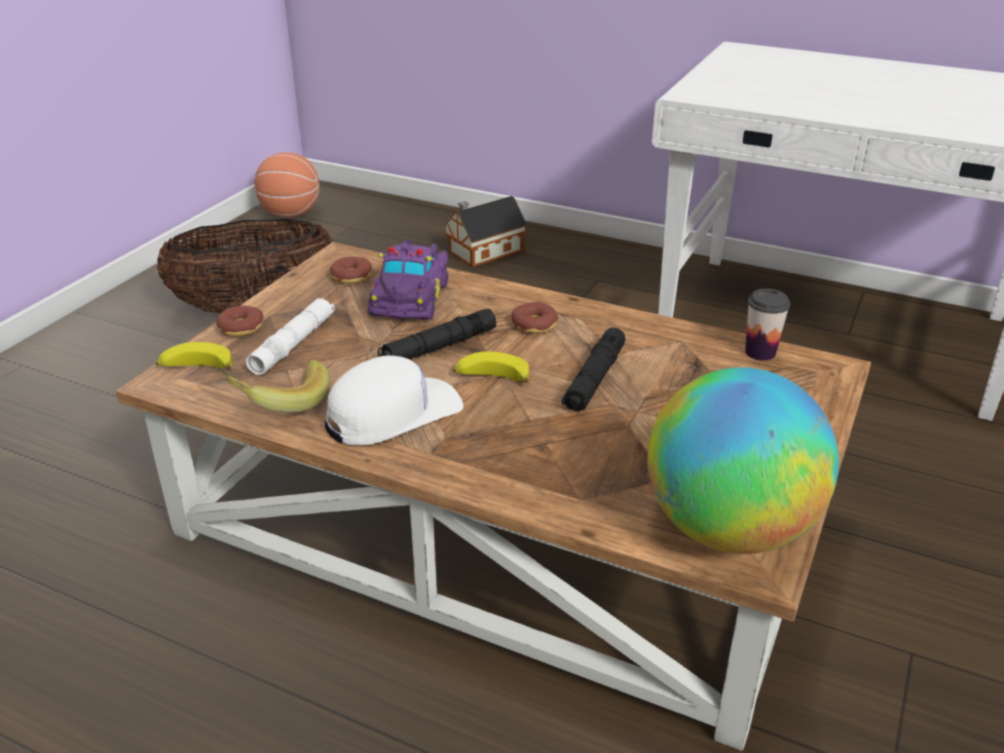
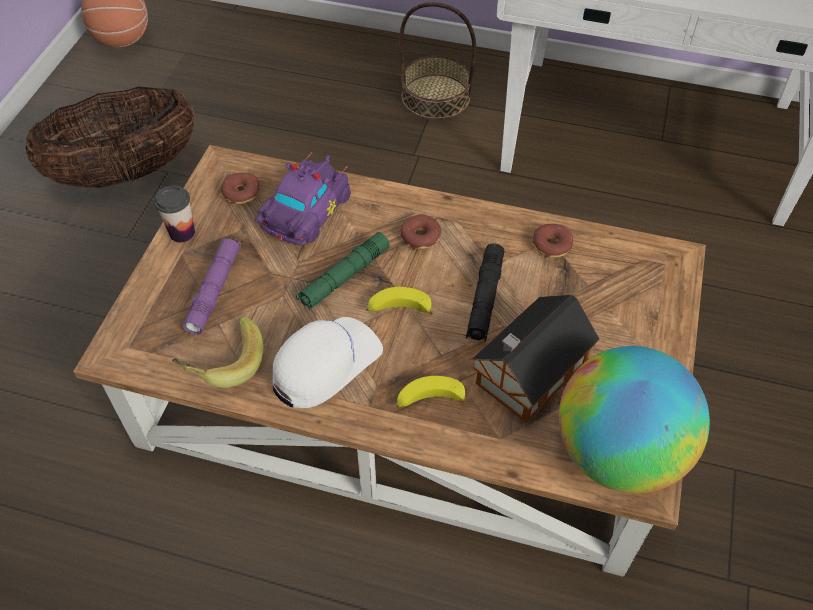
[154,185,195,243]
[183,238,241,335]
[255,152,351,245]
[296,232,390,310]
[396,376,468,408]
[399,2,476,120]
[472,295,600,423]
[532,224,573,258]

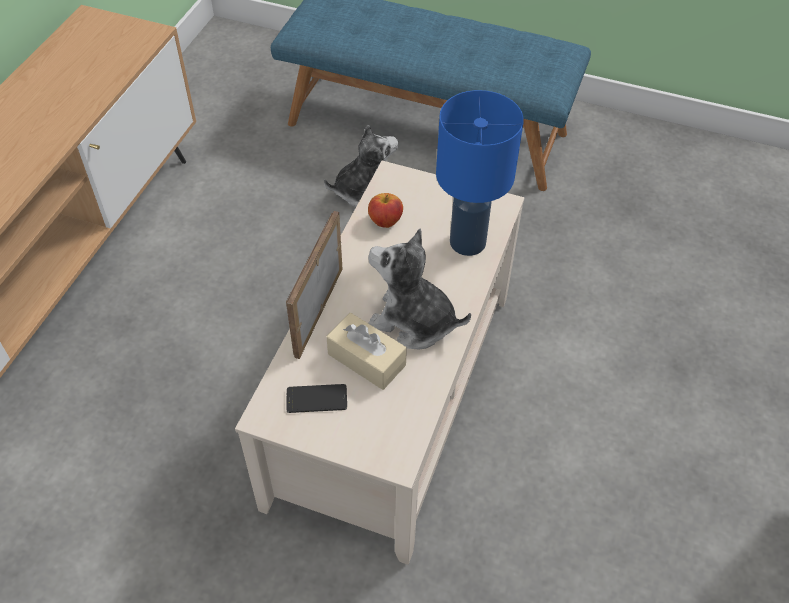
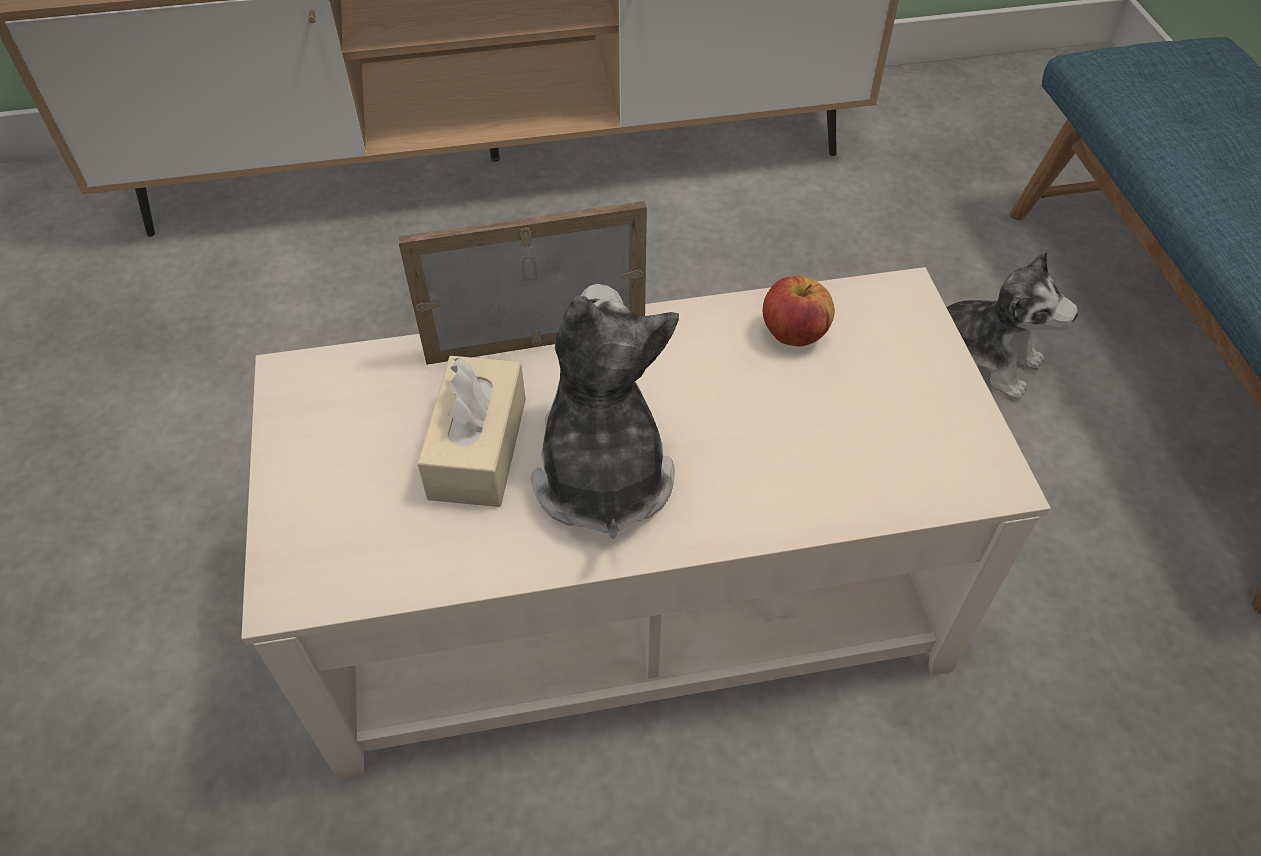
[287,384,347,413] (first image)
[436,90,524,256] (first image)

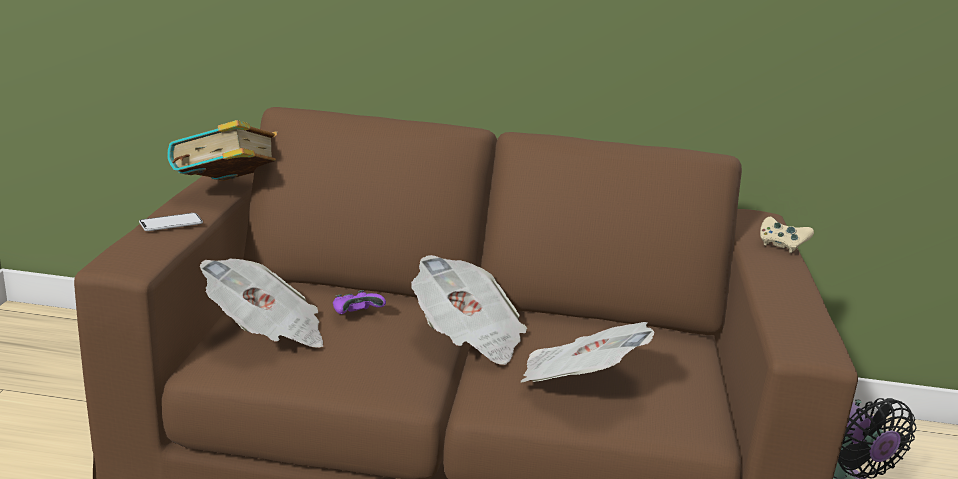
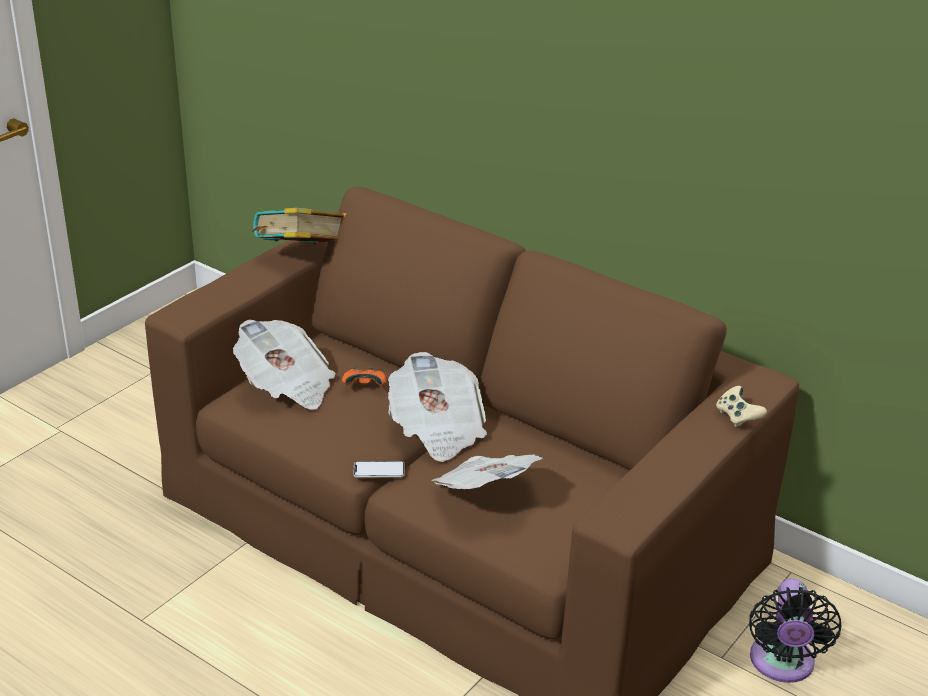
[342,367,387,386]
[353,461,405,478]

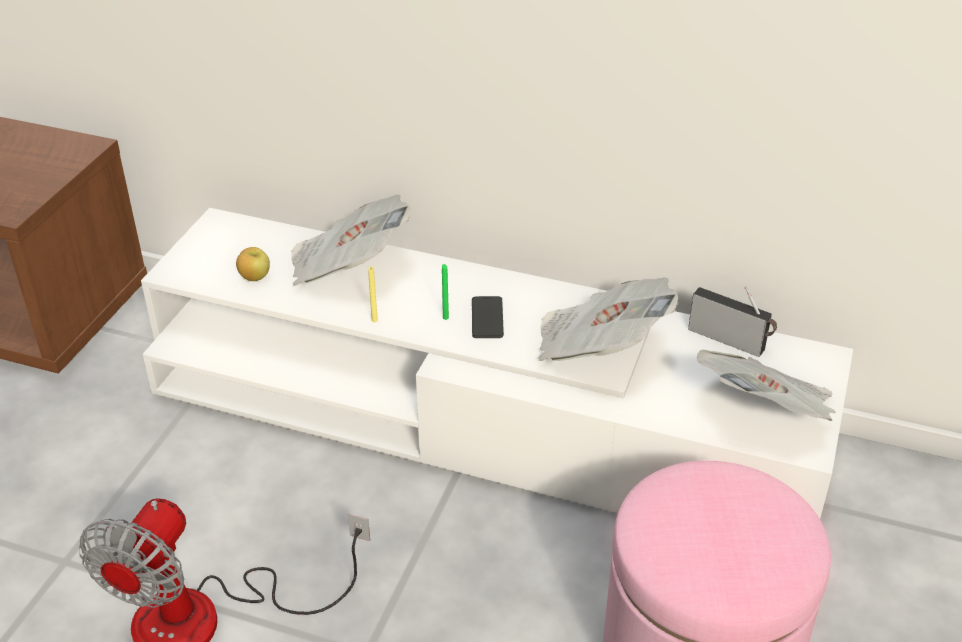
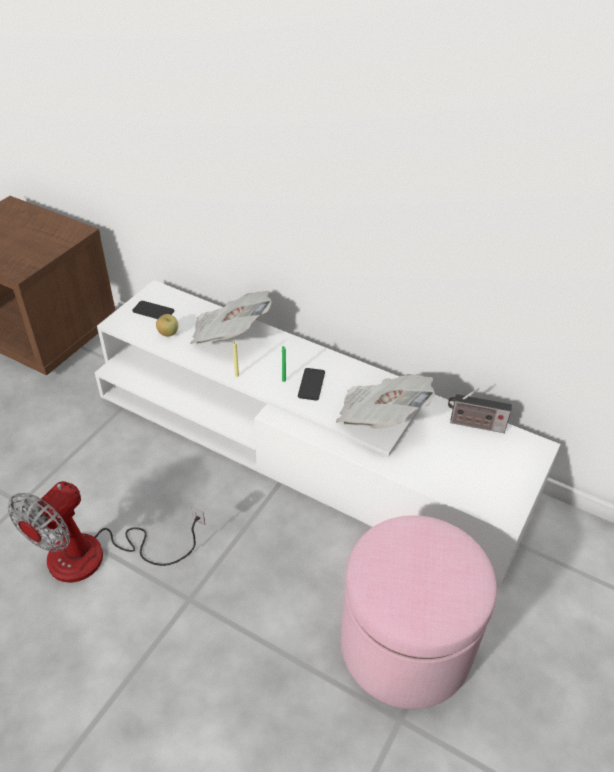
[132,301,174,319]
[448,388,512,433]
[697,350,836,421] (first image)

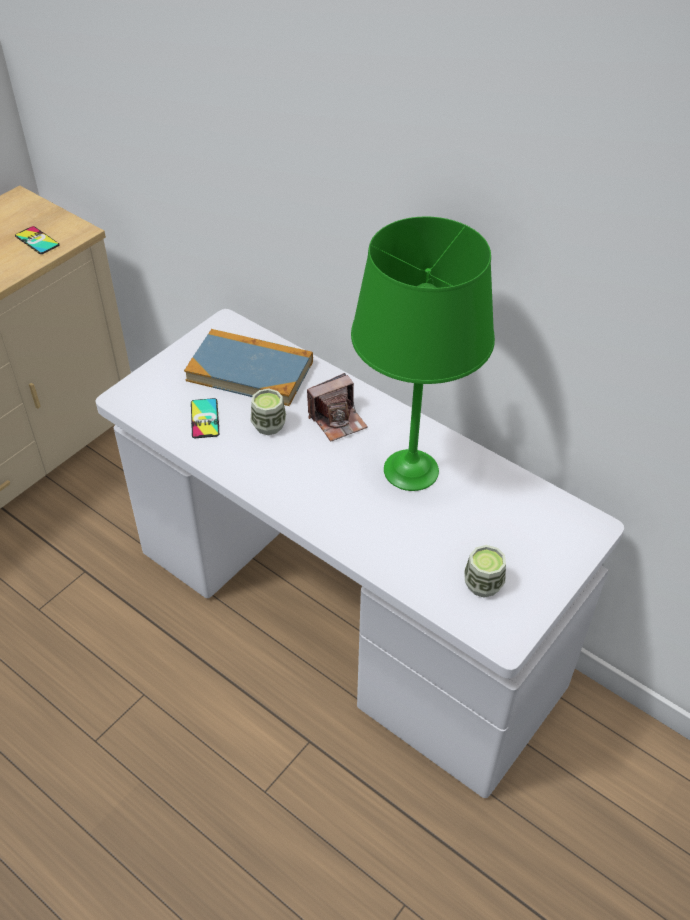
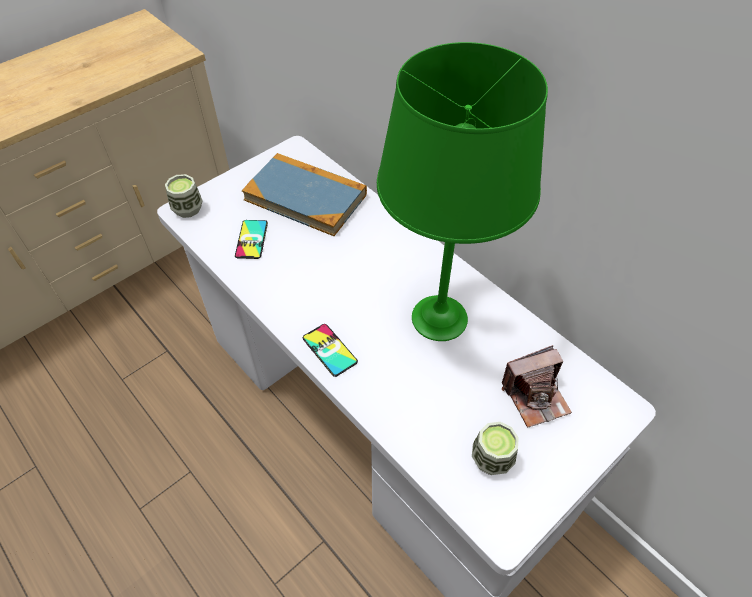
[165,174,203,218]
[303,324,358,377]
[502,345,572,428]

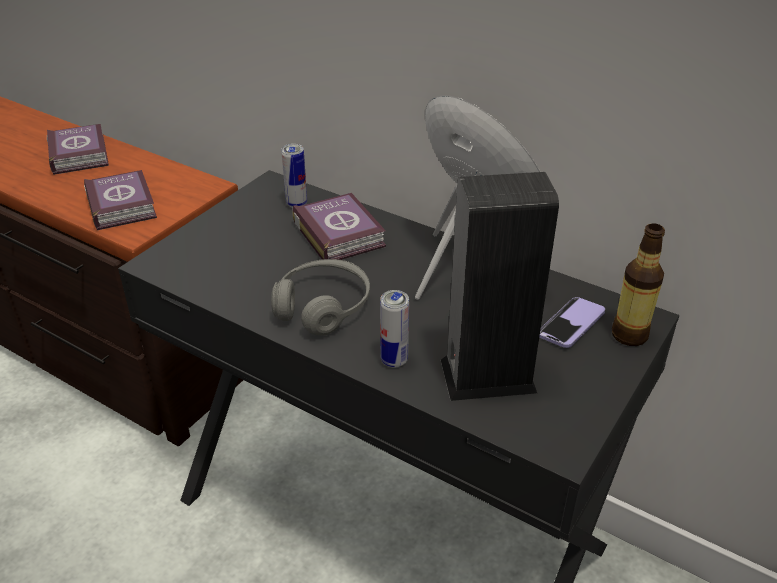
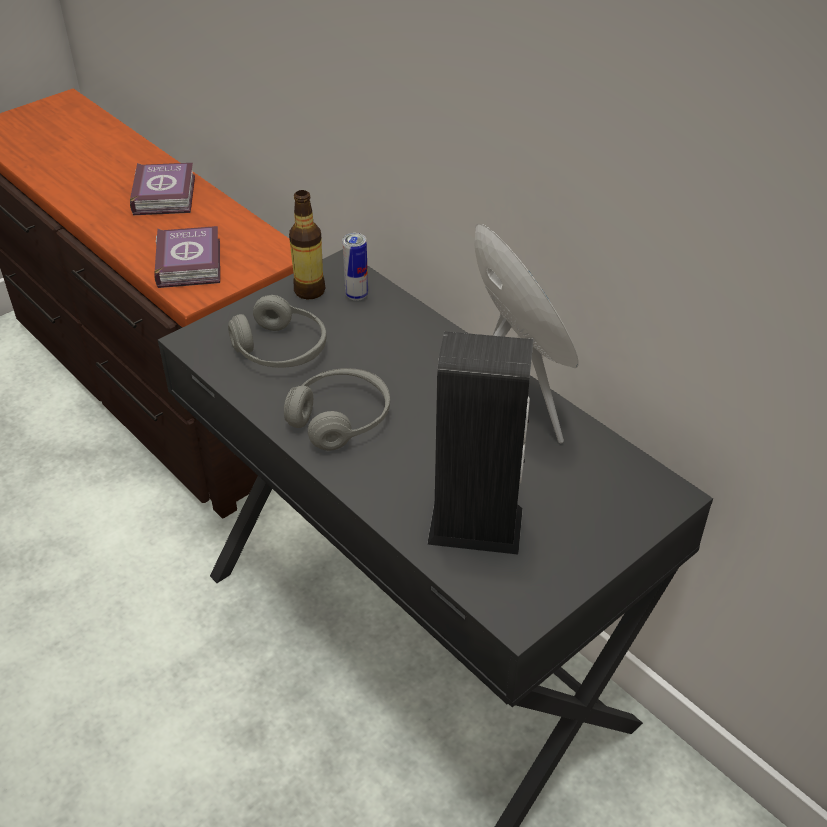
[228,295,326,368]
[289,190,325,299]
[292,193,386,260] (first image)
[380,290,409,368] (first image)
[539,297,605,348] (first image)

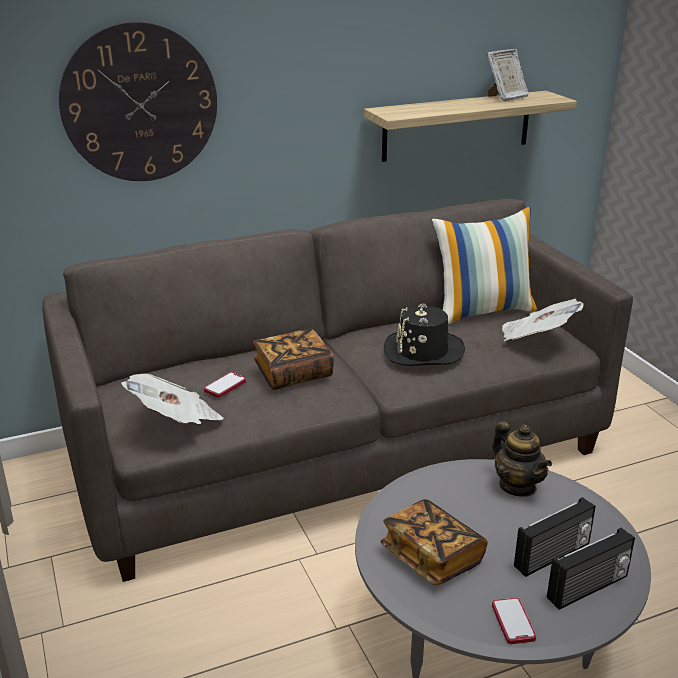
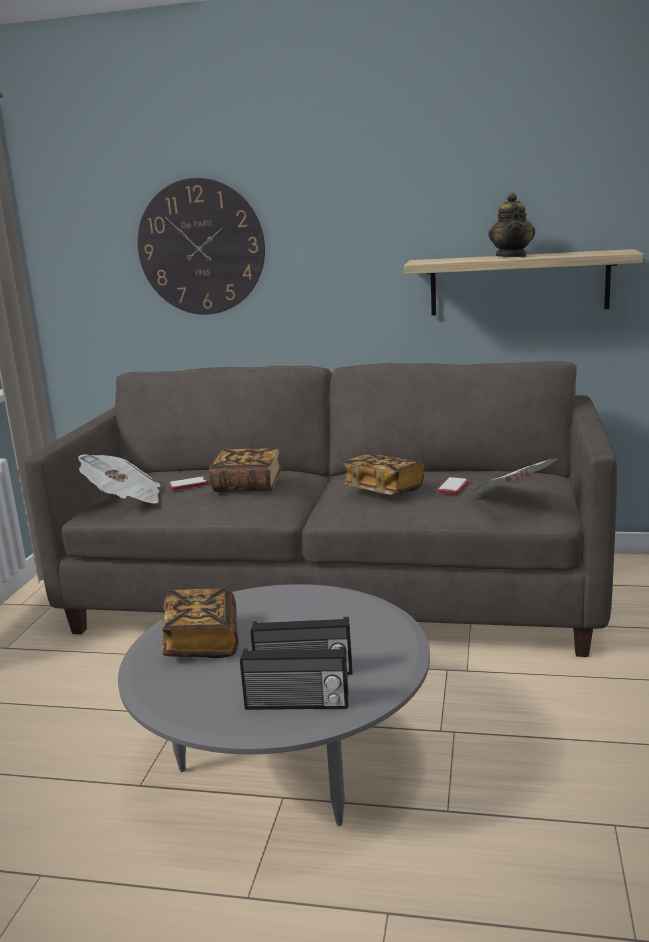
[342,454,425,495]
[437,477,468,495]
[488,193,535,257]
[432,207,538,324] (first image)
[487,49,529,101] (first image)

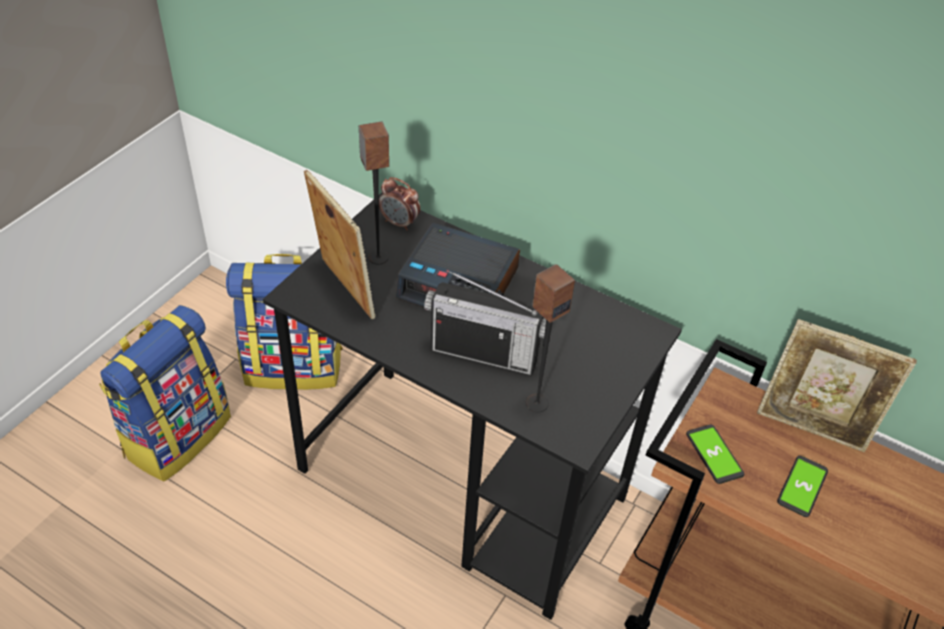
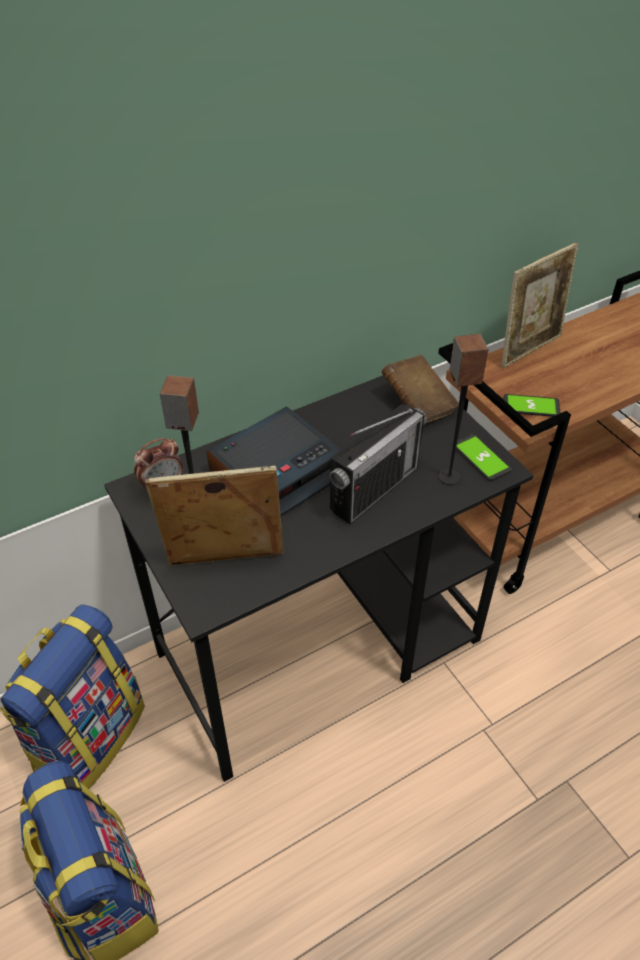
[381,355,459,423]
[456,434,512,481]

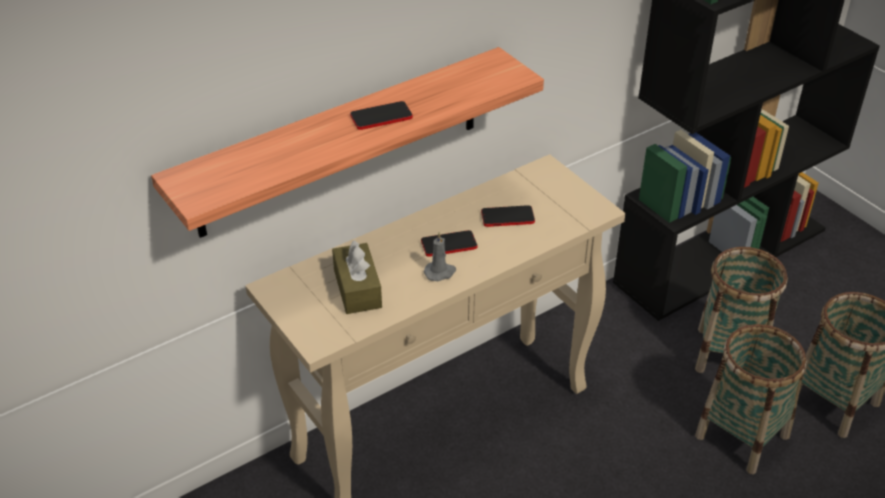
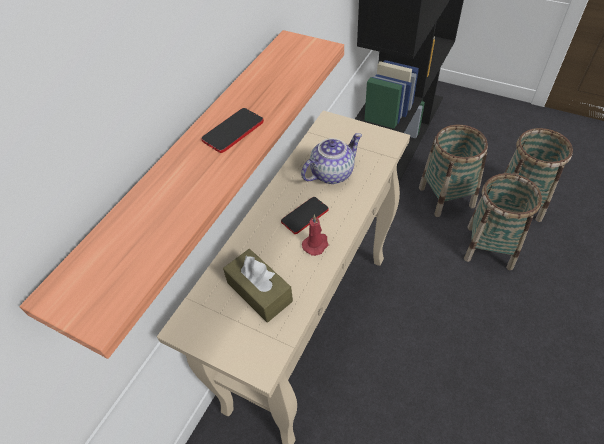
[301,133,362,184]
[302,214,329,256]

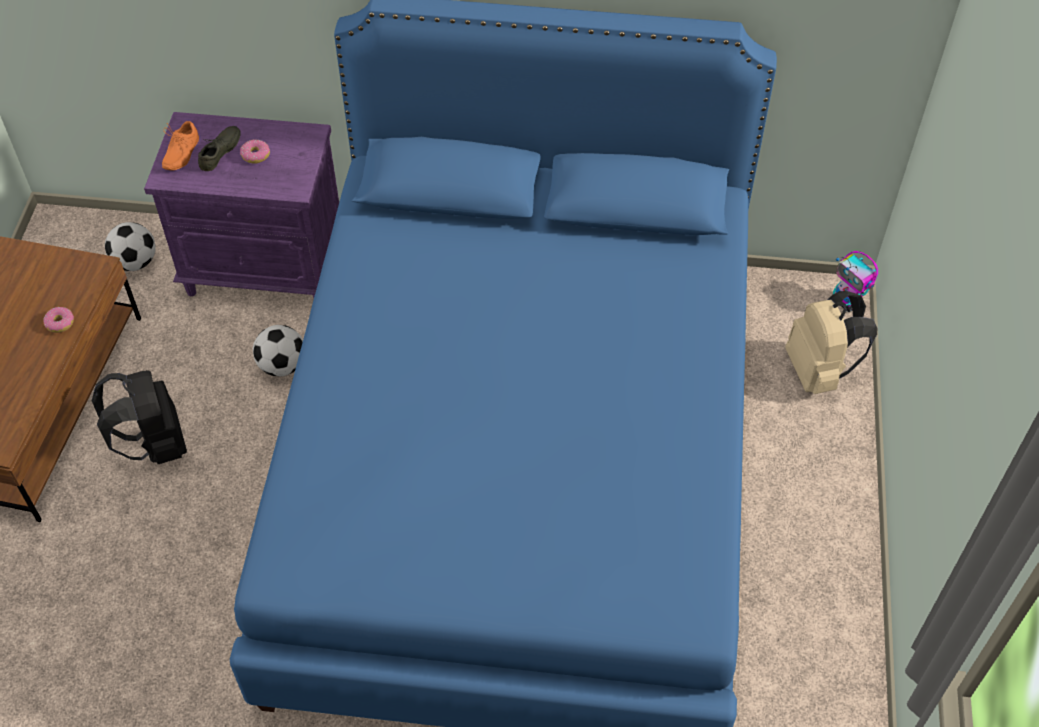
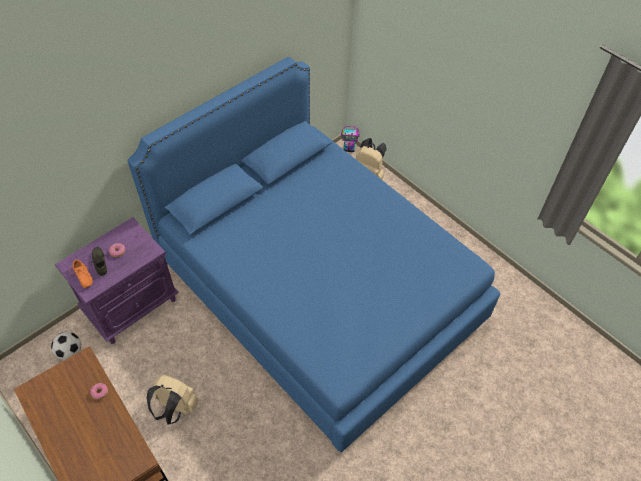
[147,375,199,425]
[253,325,303,376] (first image)

